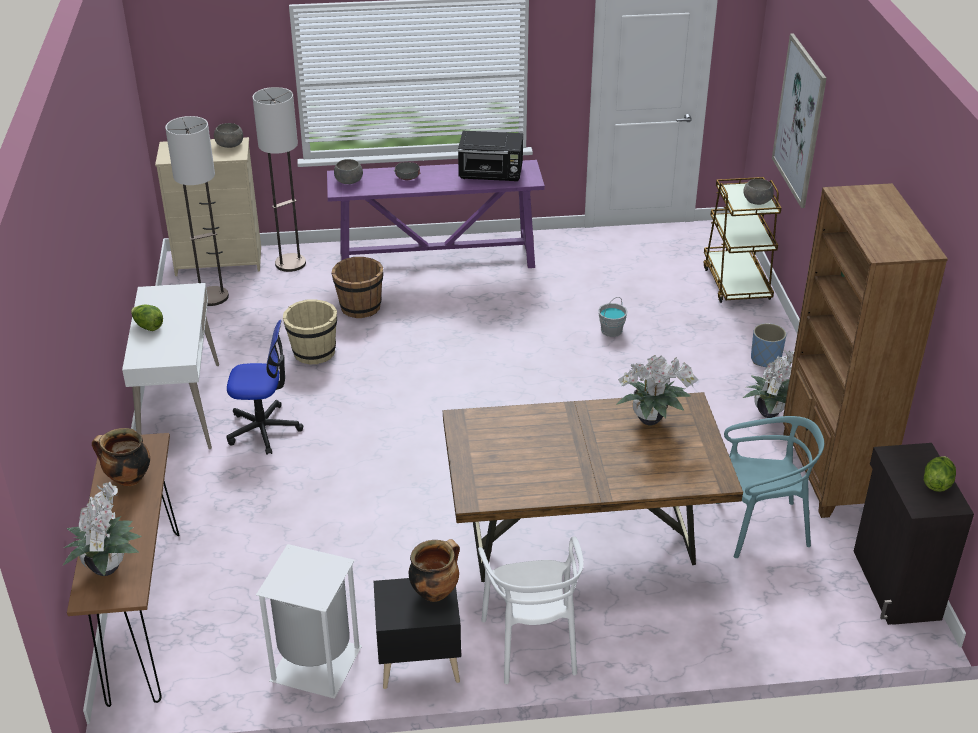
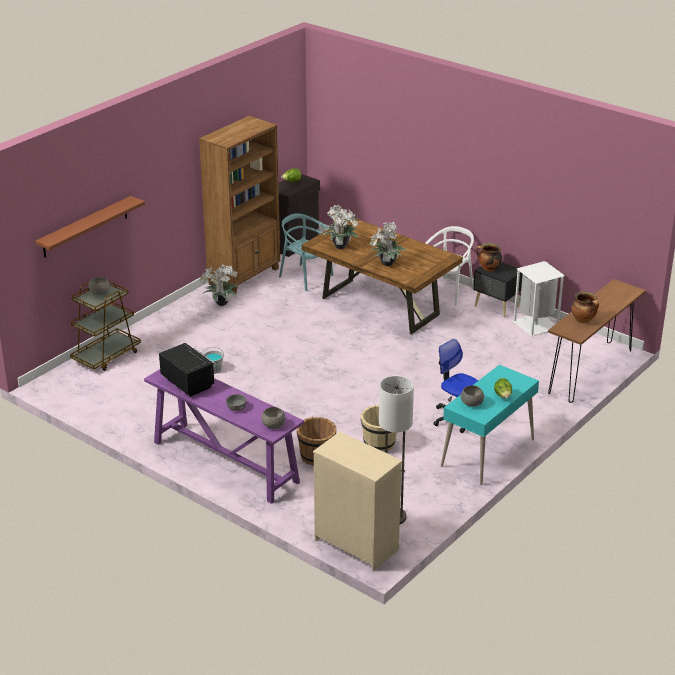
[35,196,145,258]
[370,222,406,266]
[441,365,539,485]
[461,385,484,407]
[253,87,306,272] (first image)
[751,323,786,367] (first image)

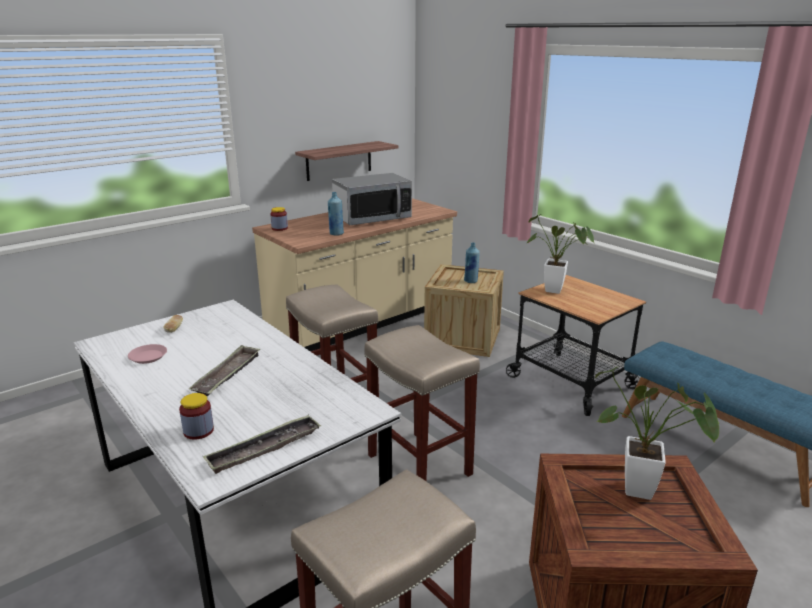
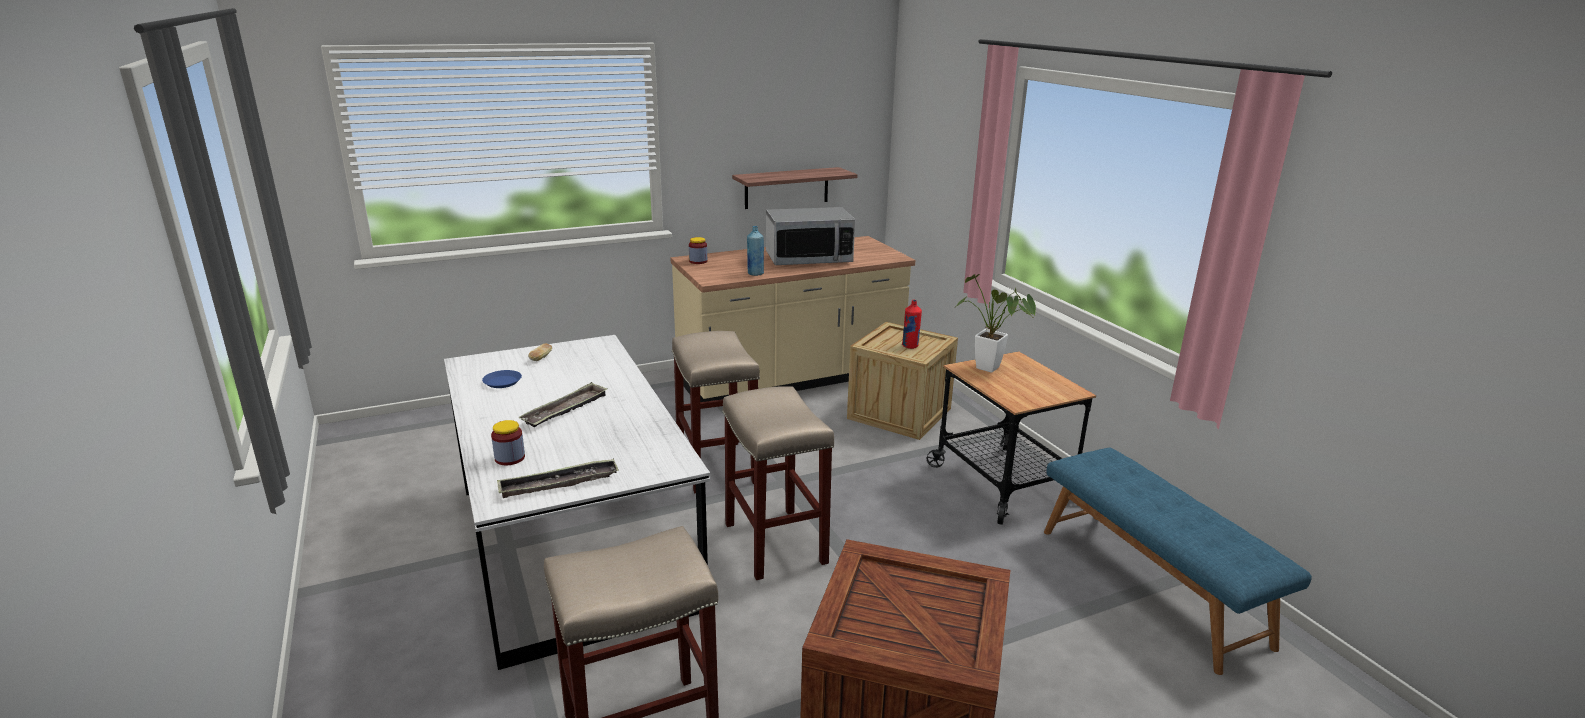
[482,370,522,388]
[902,300,922,349]
[595,367,719,500] (first image)

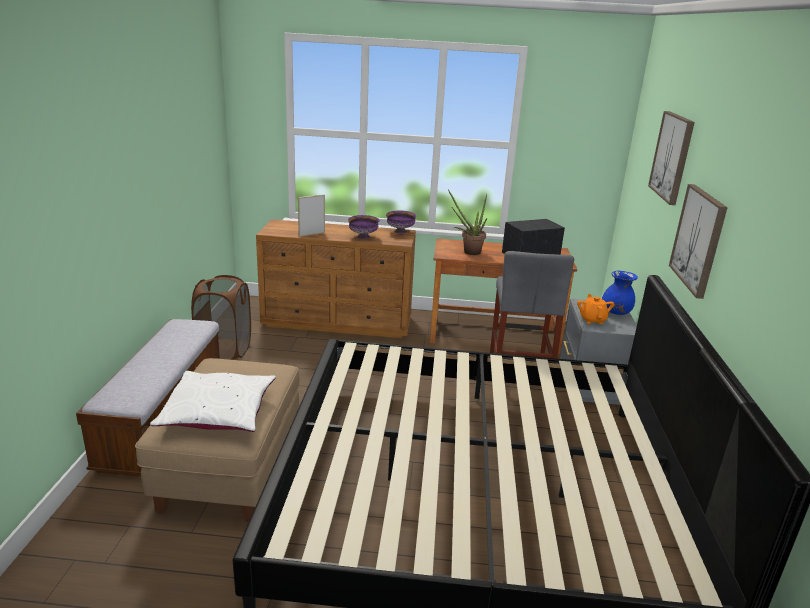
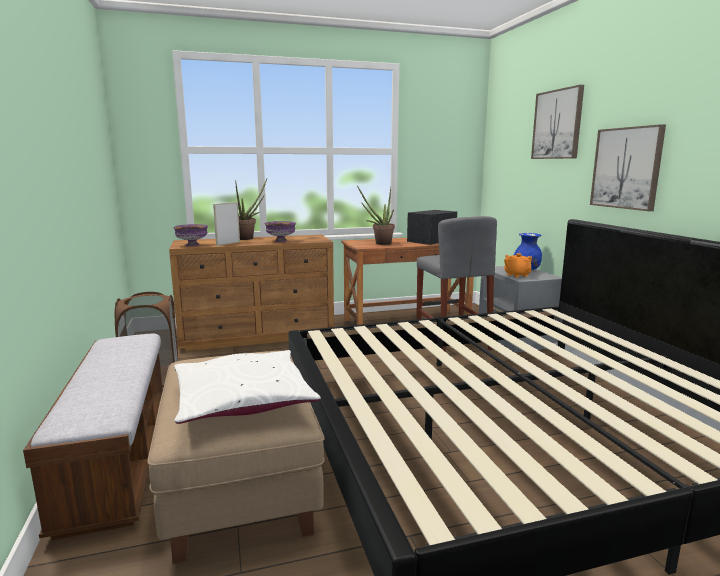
[173,224,208,246]
[236,179,267,240]

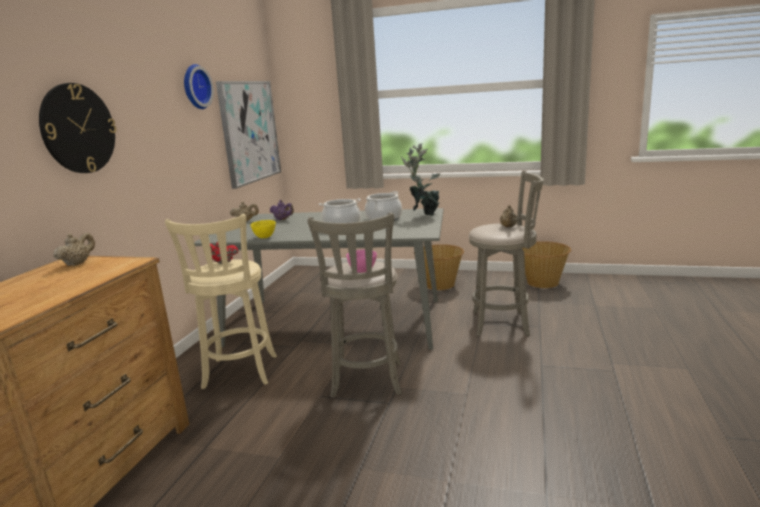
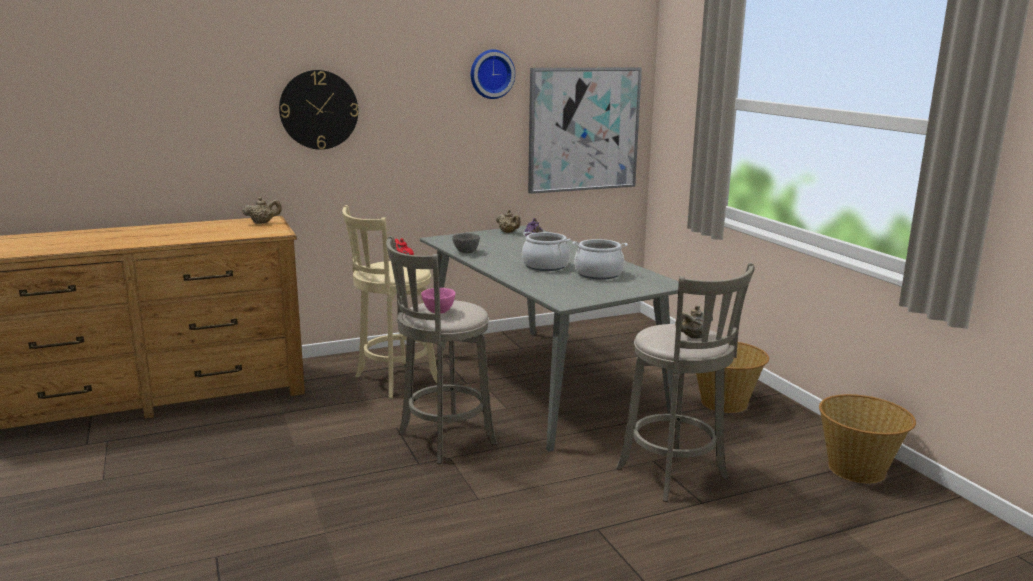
[452,233,480,253]
[401,144,441,216] (first image)

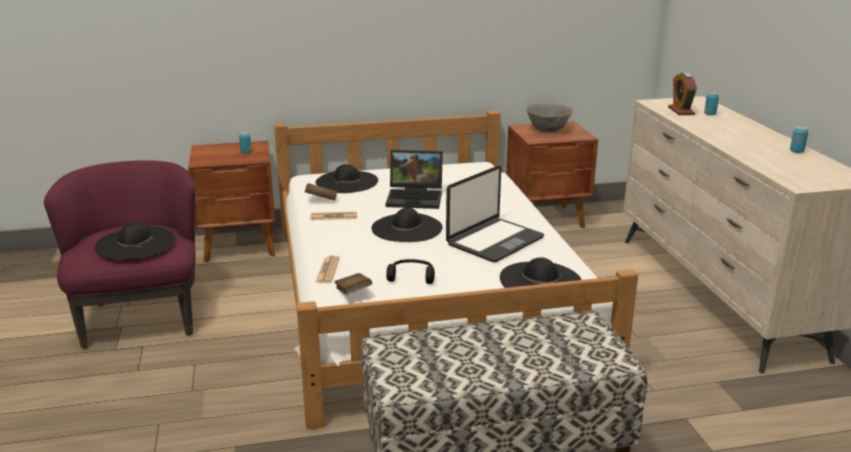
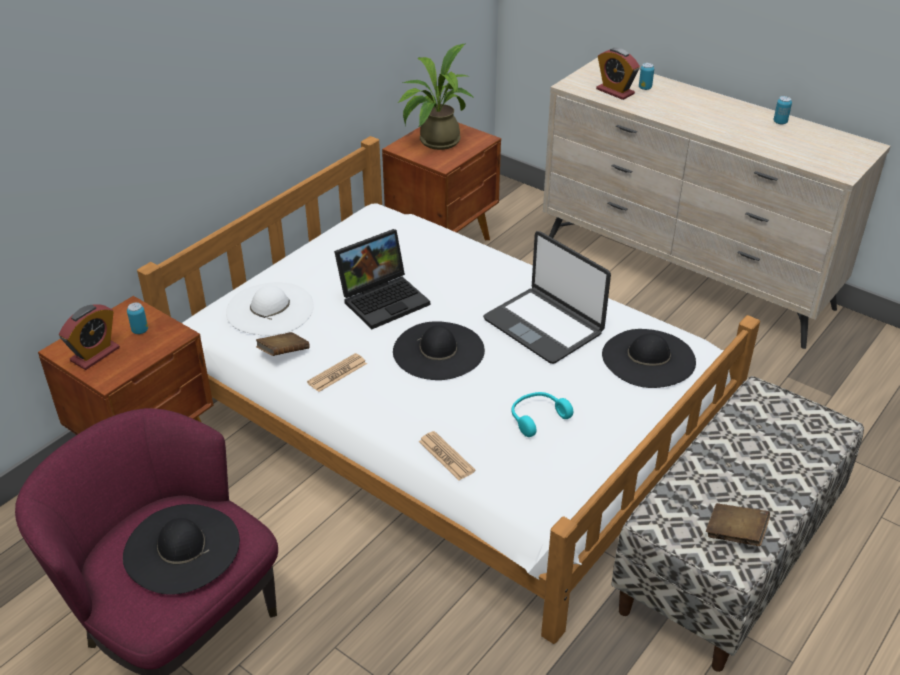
[59,304,120,370]
[226,282,314,335]
[397,44,474,150]
[483,231,611,364]
[511,392,573,437]
[706,503,770,546]

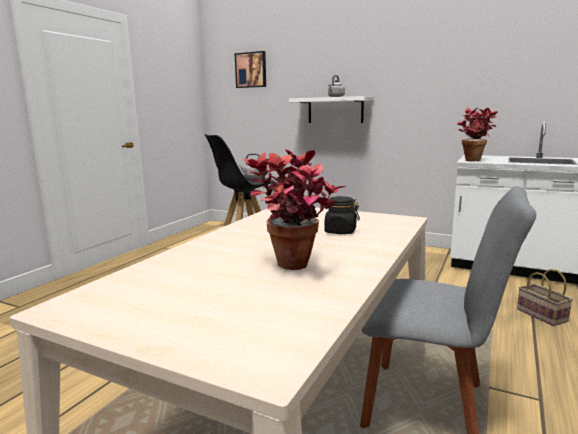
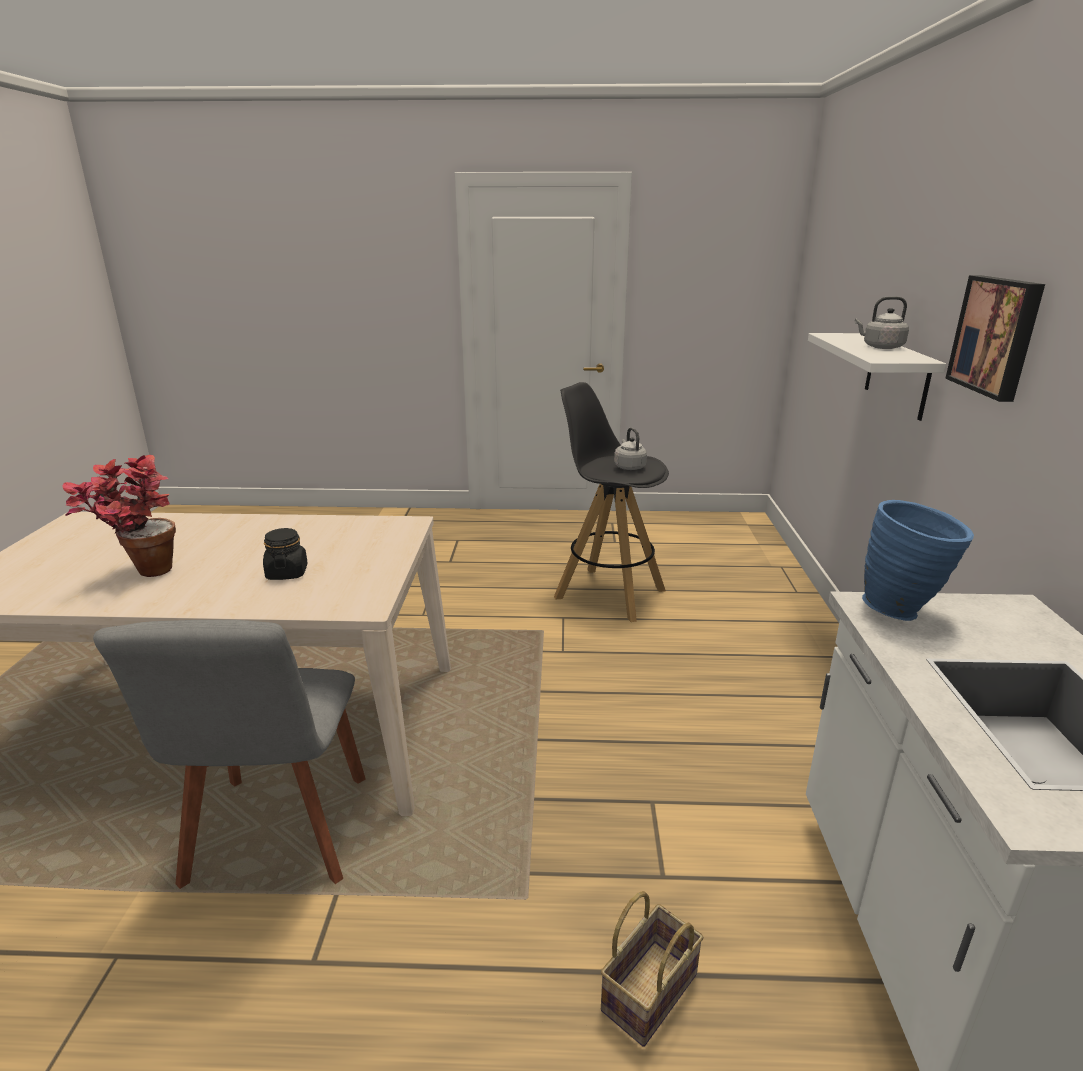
[862,500,974,621]
[945,275,1045,402]

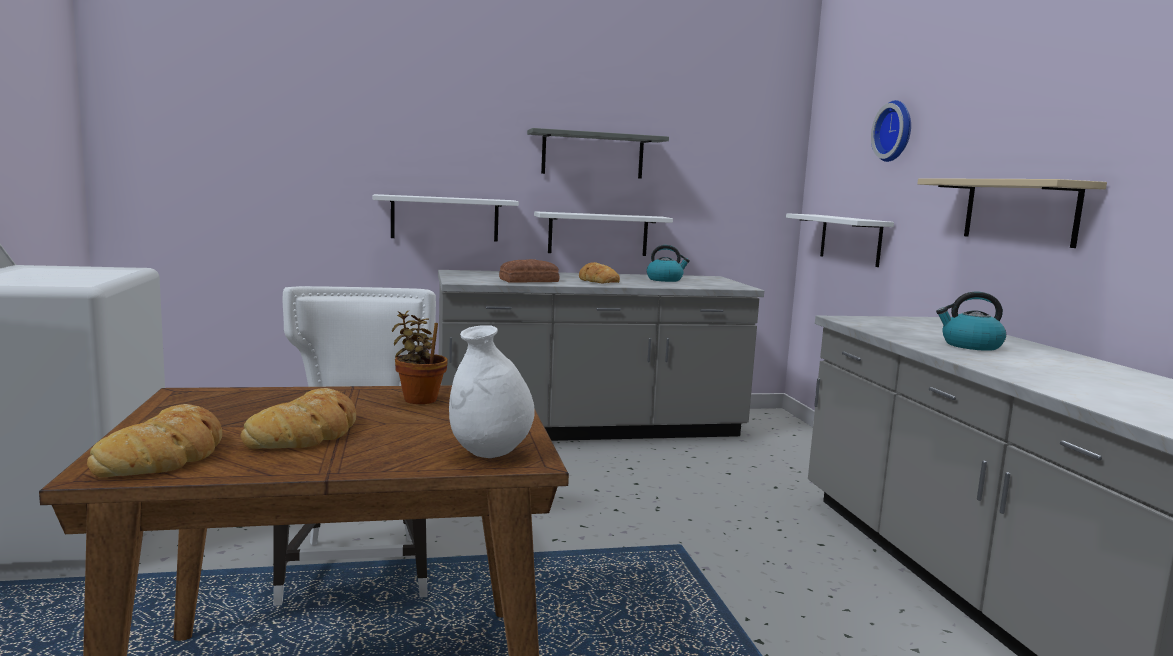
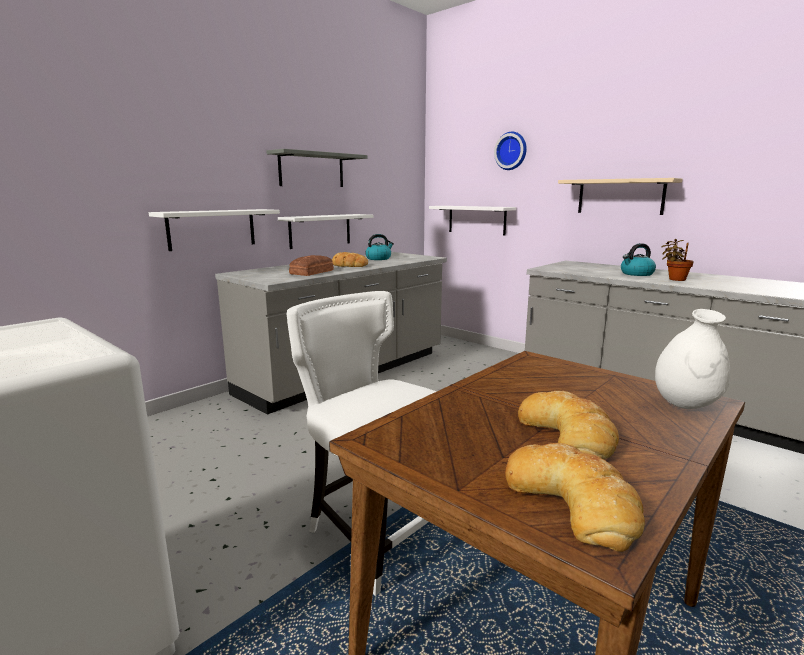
[661,239,694,281]

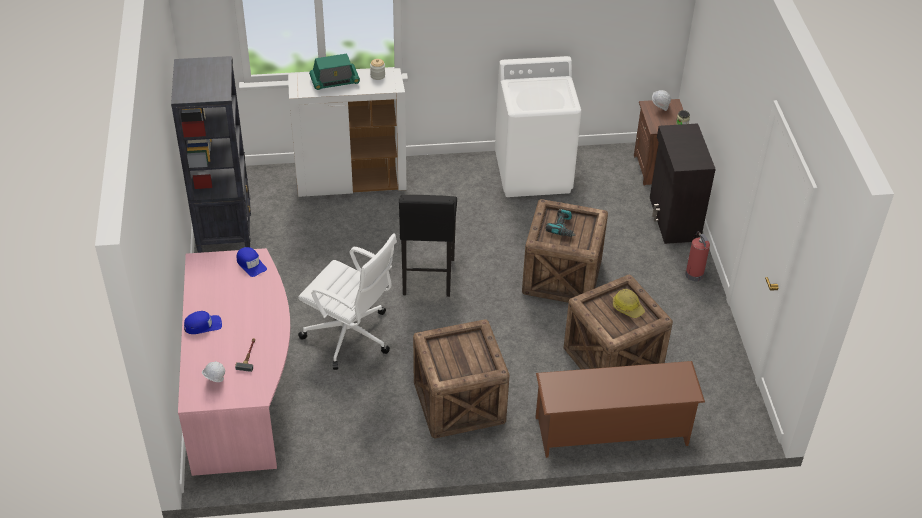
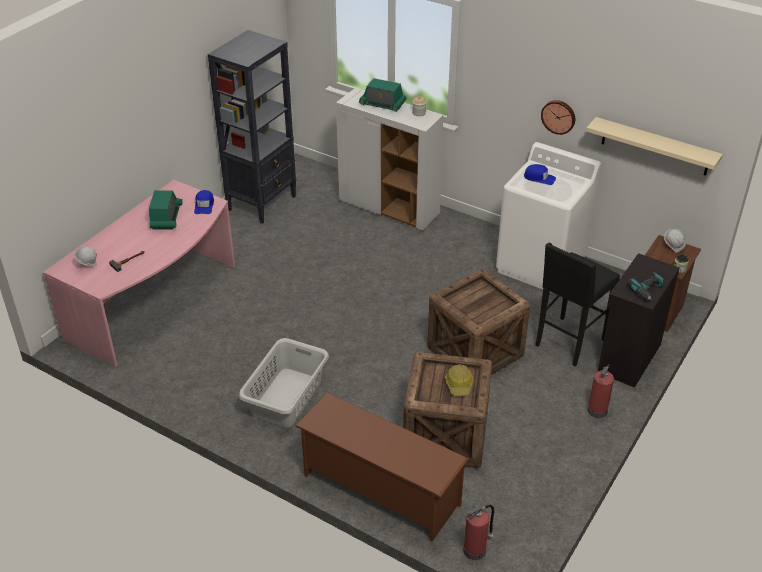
[149,190,182,230]
[239,338,329,427]
[463,504,494,560]
[524,164,556,185]
[535,243,620,366]
[541,100,575,135]
[586,117,723,176]
[627,272,663,300]
[298,233,397,370] (first image)

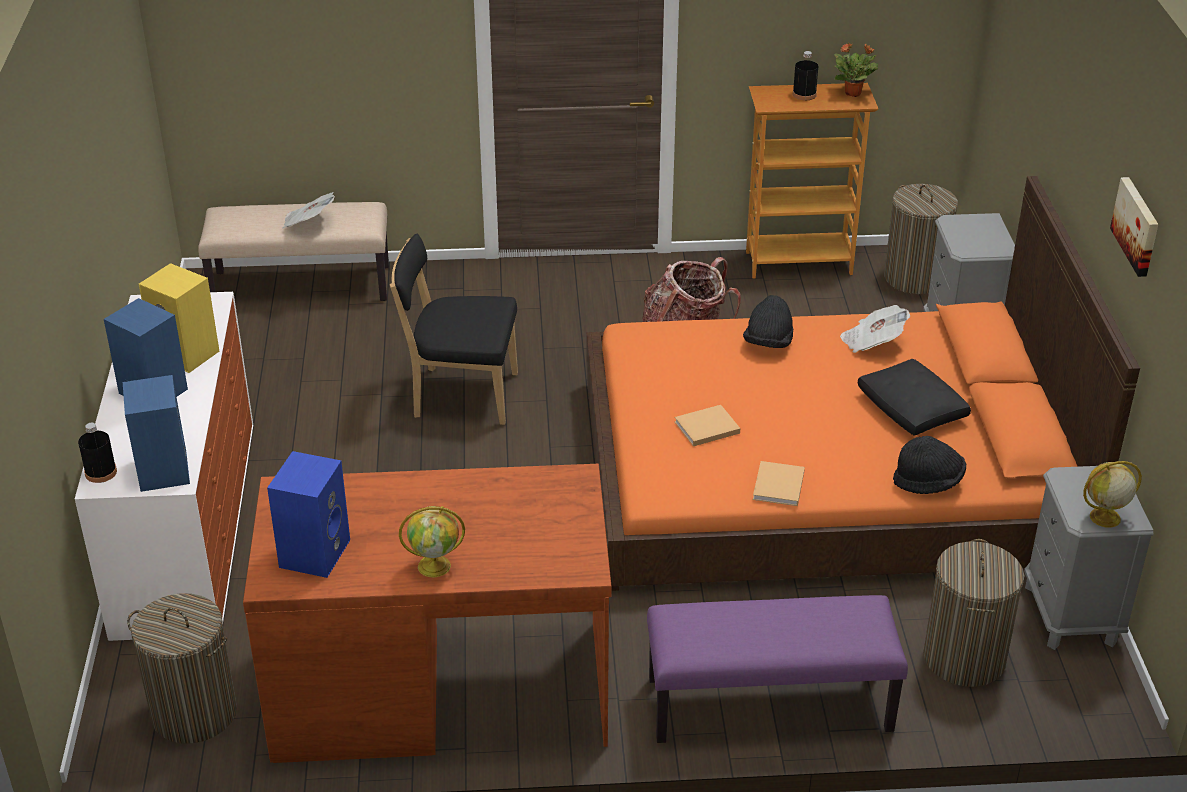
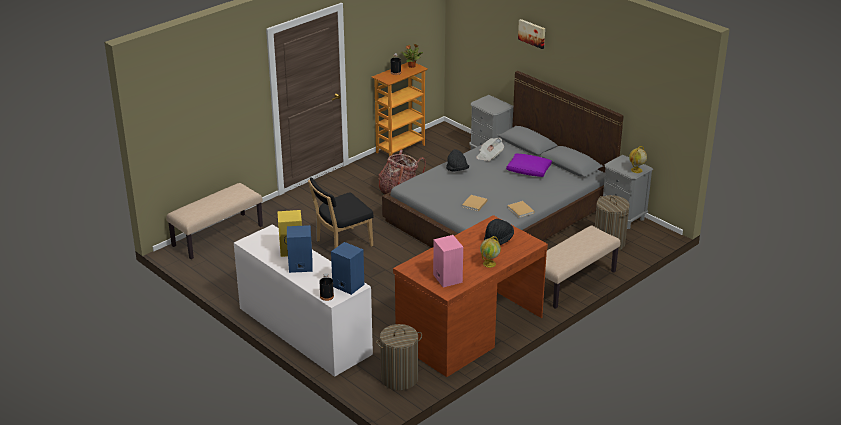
[382,71,624,248]
[433,235,463,287]
[484,219,514,245]
[506,153,552,177]
[518,19,545,49]
[545,225,620,309]
[282,192,335,229] (first image)
[884,184,958,294] (first image)

